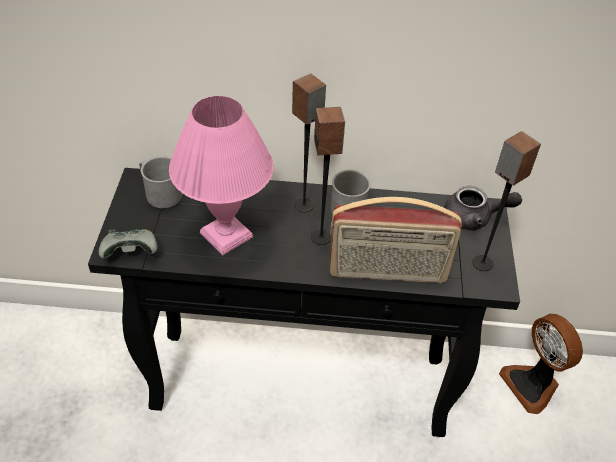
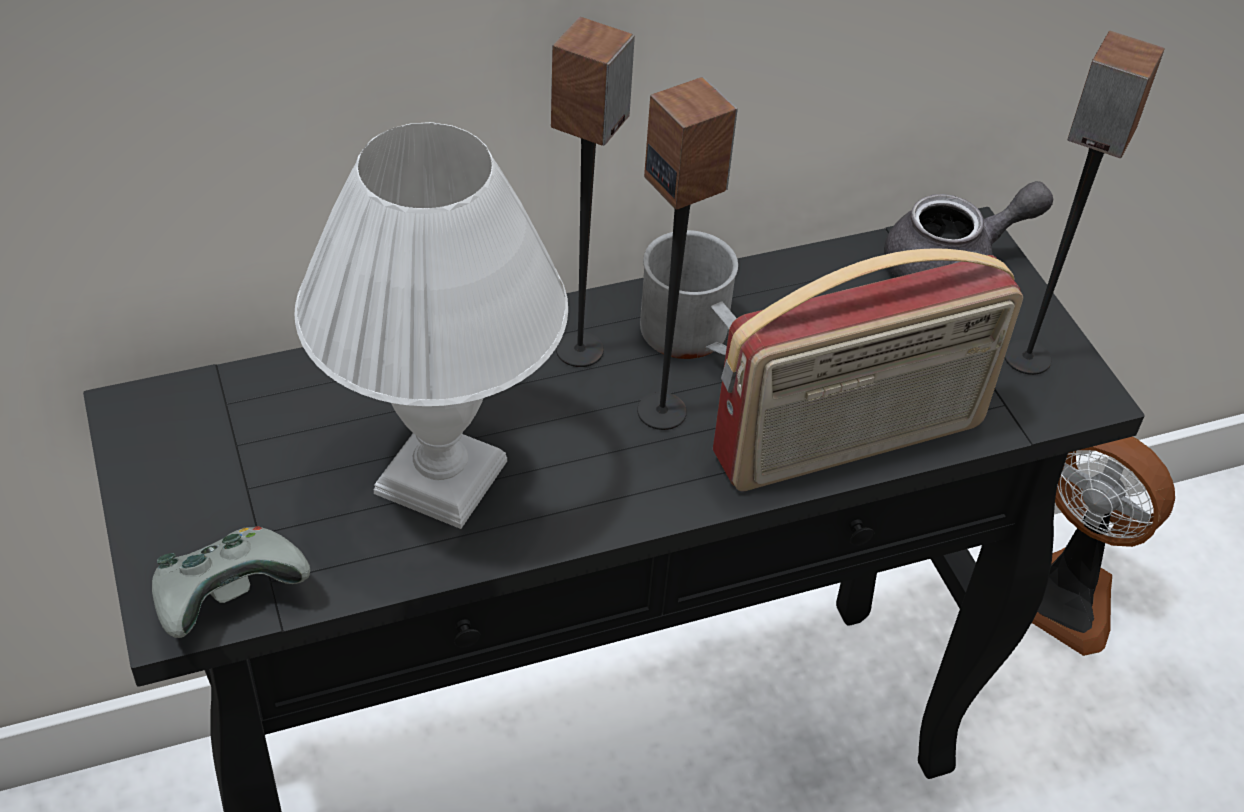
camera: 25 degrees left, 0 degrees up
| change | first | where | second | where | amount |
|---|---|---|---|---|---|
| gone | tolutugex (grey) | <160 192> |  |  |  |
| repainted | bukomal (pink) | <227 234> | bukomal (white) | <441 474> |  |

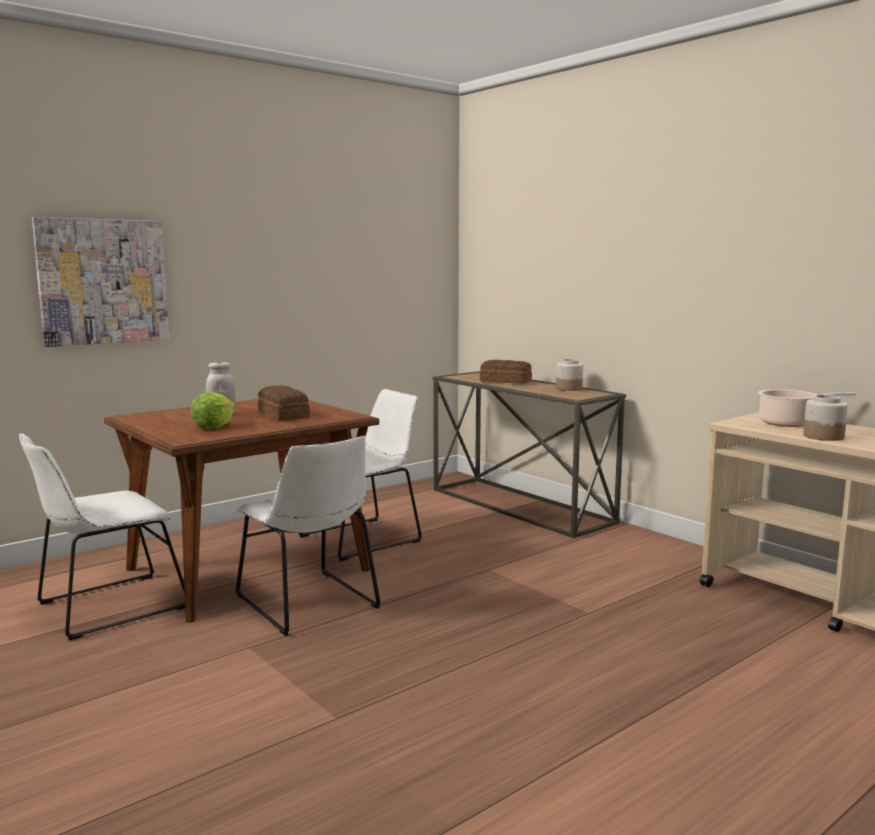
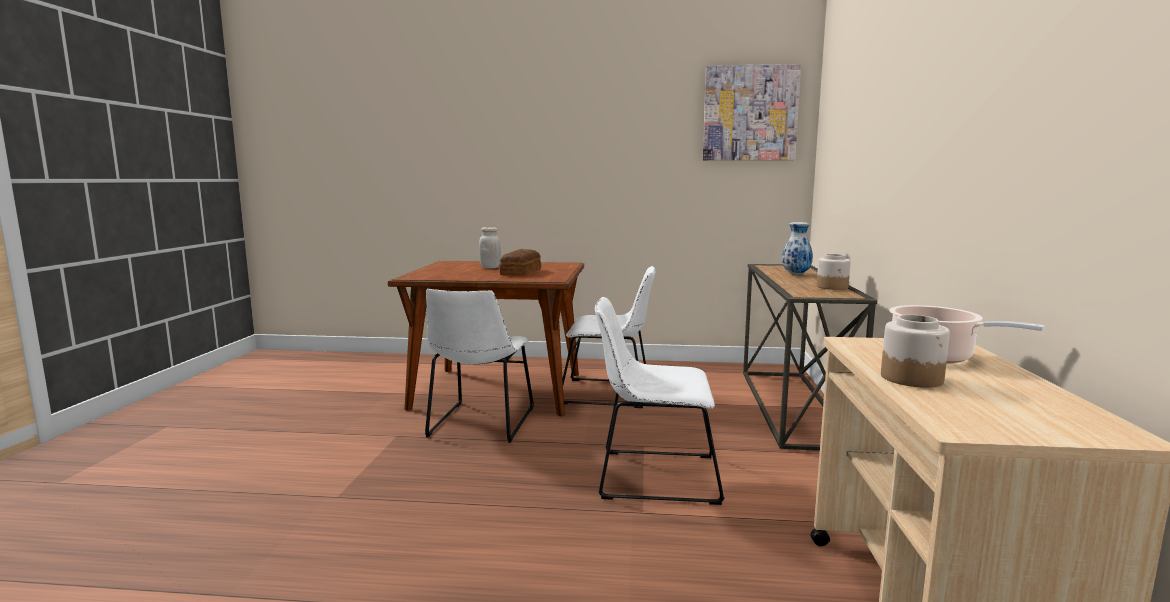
camera: 45 degrees right, 0 degrees up
| change | first | where | second | where | amount |
|---|---|---|---|---|---|
| shifted | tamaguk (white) | <106 607> |  | <652 476> |  |
| shifted | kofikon | <103 281> |  | <750 113> |  |
| gone | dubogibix | <214 427> |  |  |  |
| swapped | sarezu | <506 381> | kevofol | <796 274> |  |

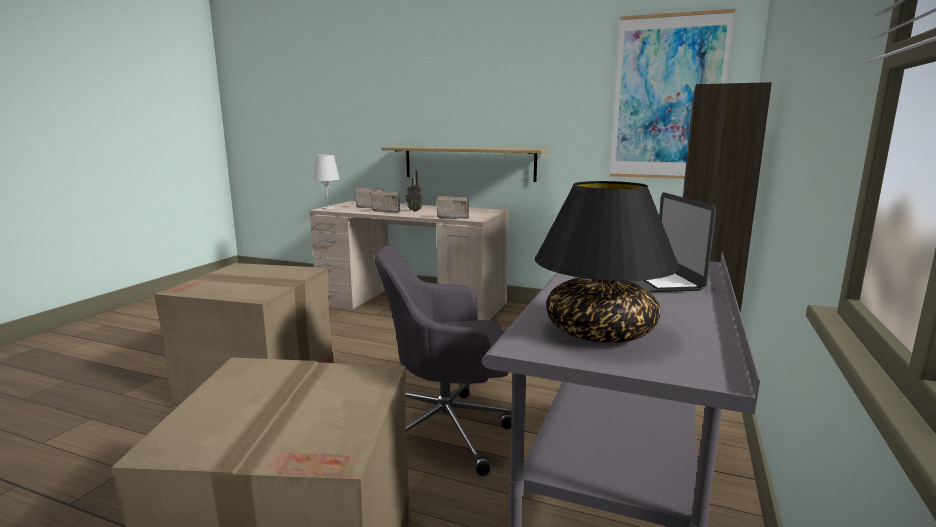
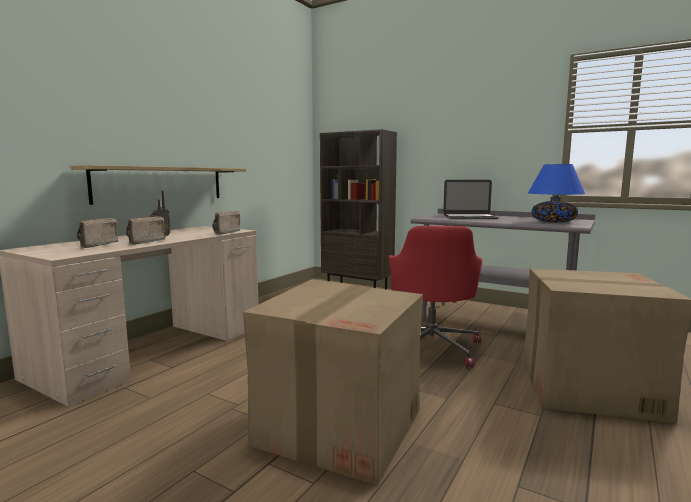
camera: 80 degrees left, 5 degrees down
| change | first | where | second | where | amount |
|---|---|---|---|---|---|
| gone | bukomal (white) | <328 208> |  |  |  |
| repainted | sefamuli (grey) | <447 430> | sefamuli (red) | <431 347> |  |
| repainted | bukomal (black) | <599 332> | bukomal (blue) | <553 222> |  |
| gone | kofikon | <668 98> |  |  |  |

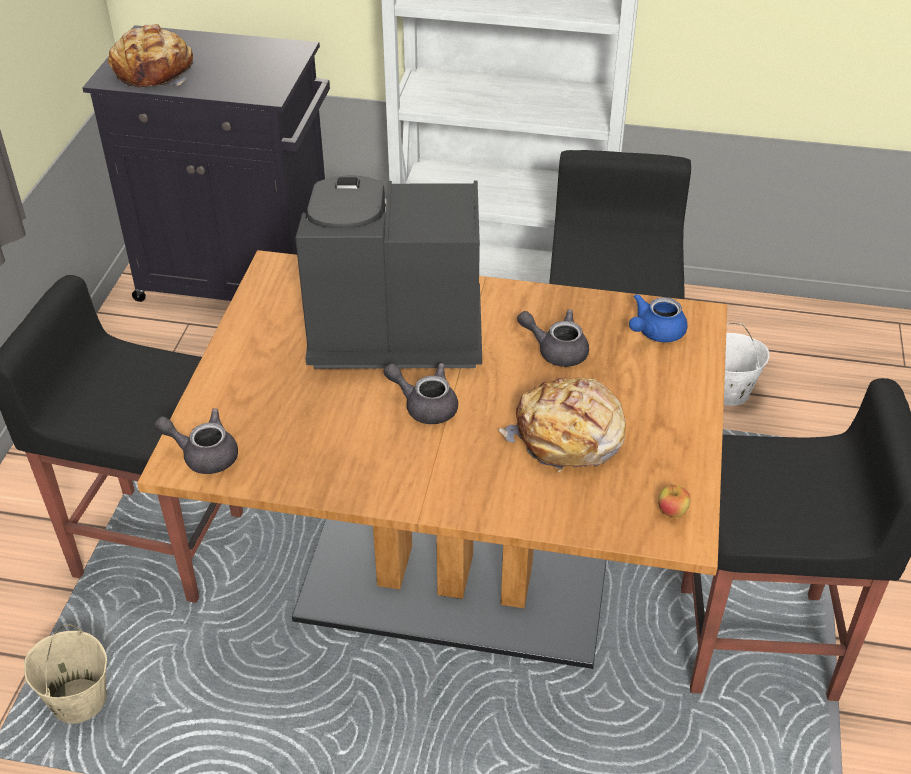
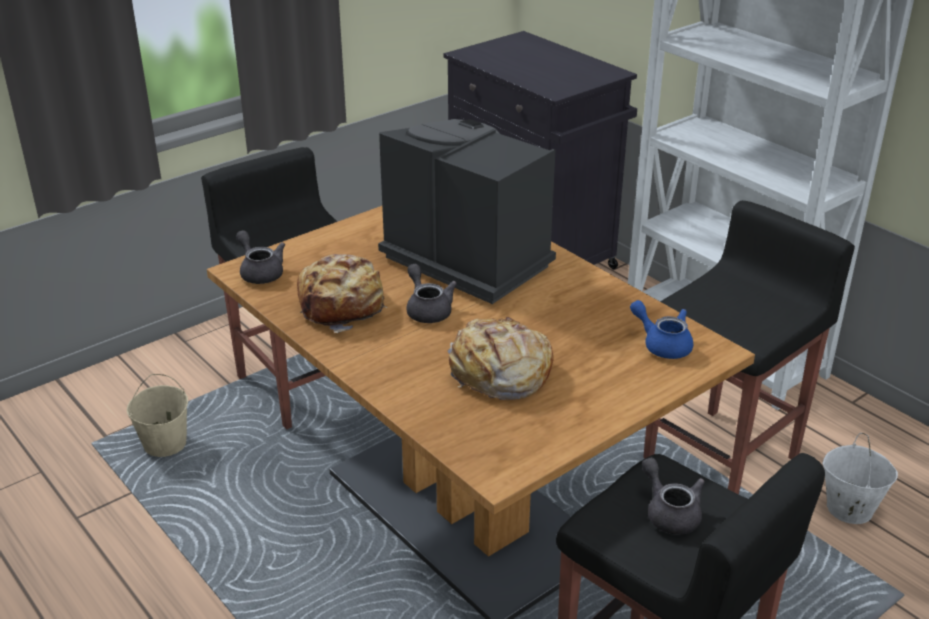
camera: 40 degrees right, 10 degrees down
| change | first | where | second | where | amount |
|---|---|---|---|---|---|
| shifted | sarezu | <154 71> |  | <343 306> |  |
| shifted | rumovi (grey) | <556 350> |  | <670 512> |  |
| rotated | rumovi (blue) | <655 332> |  | <662 344> | 45 degrees clockwise |
| gone | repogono | <672 511> |  |  |  |

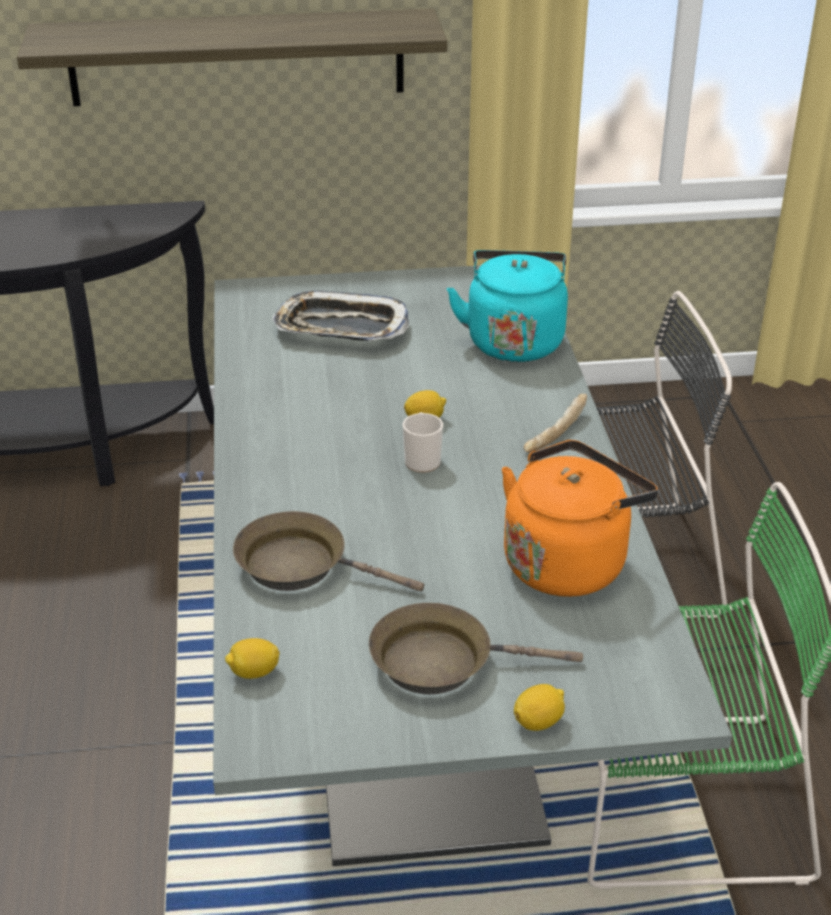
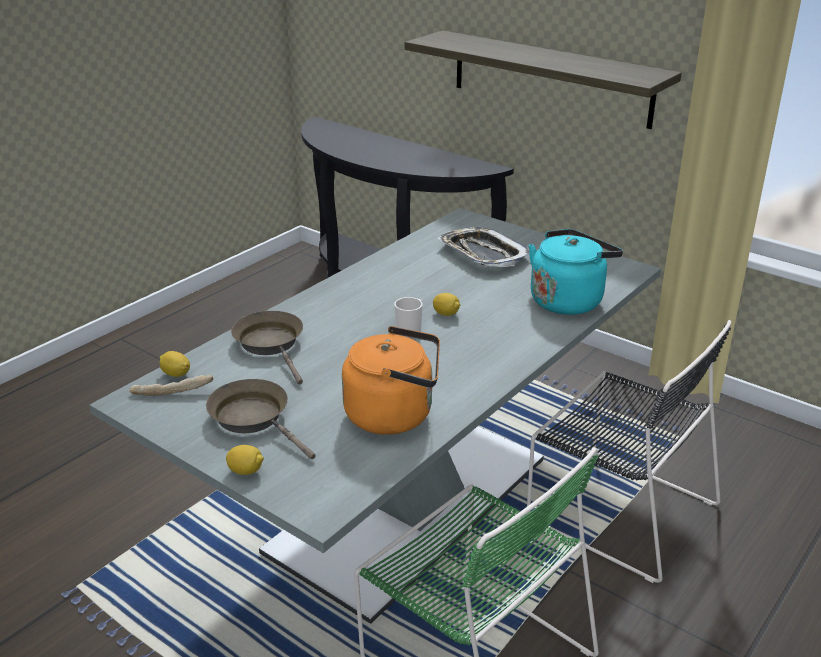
camera: 45 degrees right, 5 degrees down
| change | first | where | second | where | amount |
|---|---|---|---|---|---|
| shifted | sarezu | <554 432> |  | <172 391> |  |

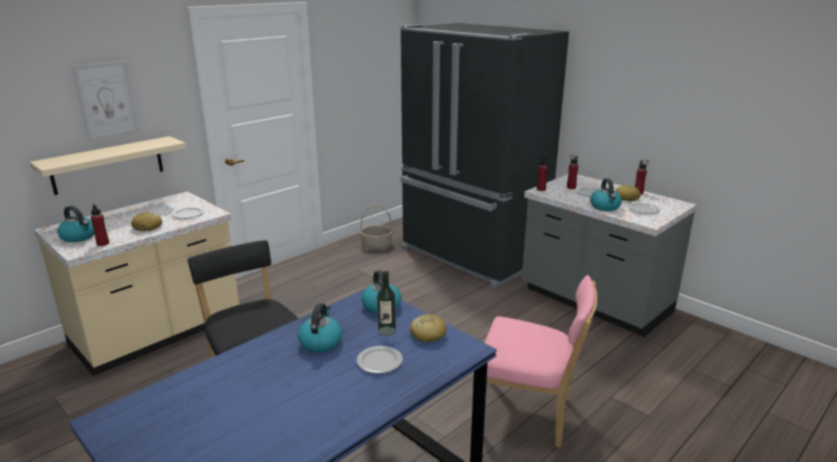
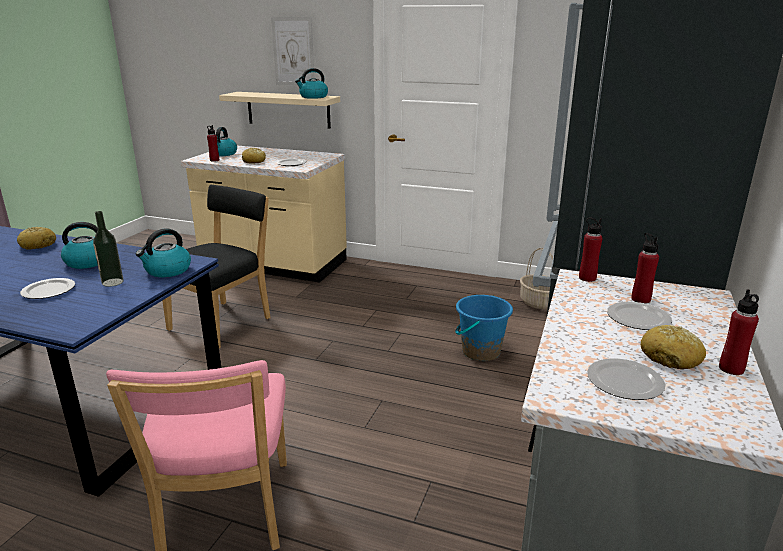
camera: 65 degrees right, 0 degrees up
| change | first | where | second | where | amount |
|---|---|---|---|---|---|
| shifted | sarezu | <427 334> |  | <38 245> |  |
| shifted | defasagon | <605 207> |  | <313 97> |  |
| new |  |  | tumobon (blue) | <480 351> |  |

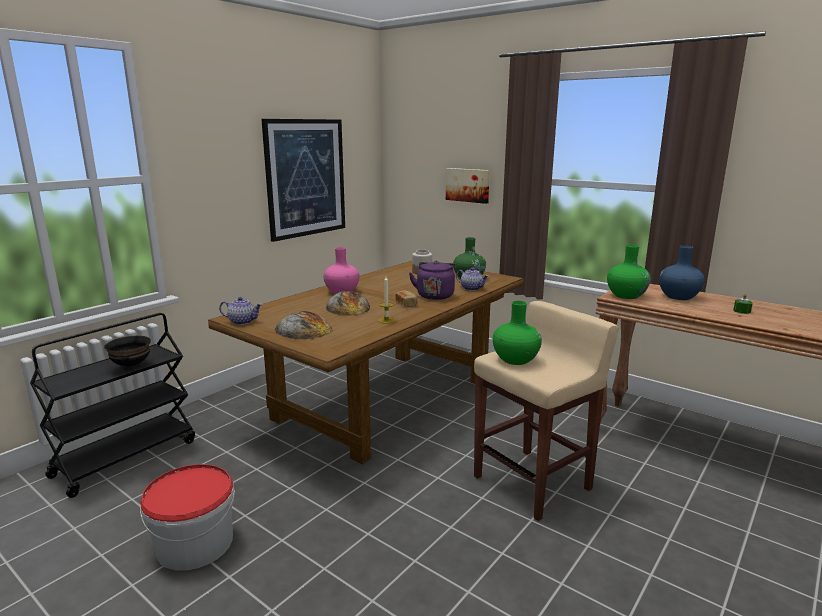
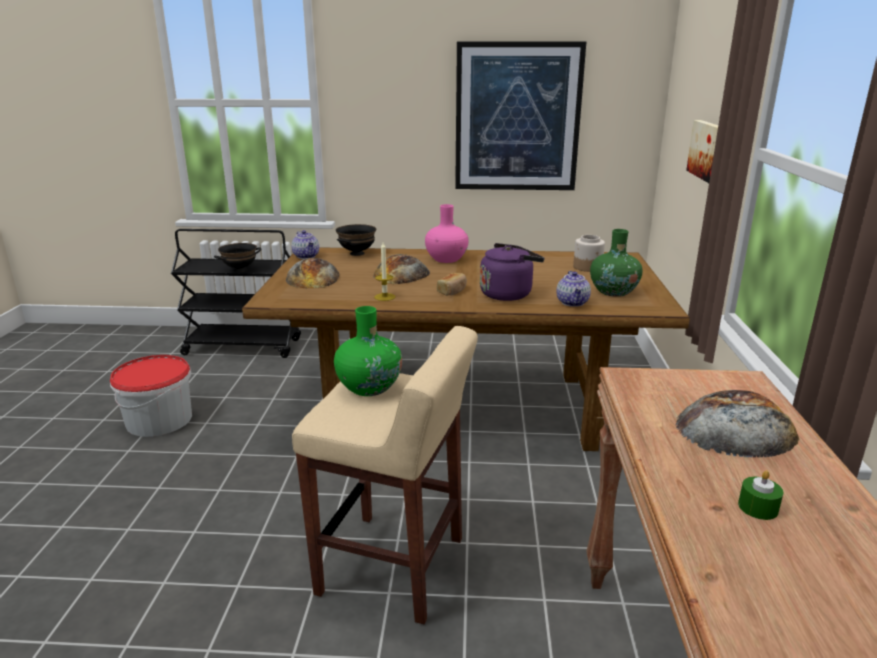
camera: 55 degrees right, 5 degrees up
| change | first | where | second | where | amount |
|---|---|---|---|---|---|
| gone | kevofol (green) | <626 295> |  |  |  |
| swapped | kevofol (blue) | <678 297> | sarezu | <735 428> |  |
| new |  |  | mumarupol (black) | <357 253> |  |

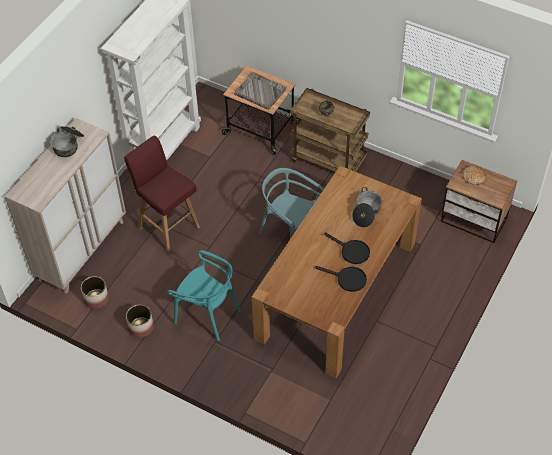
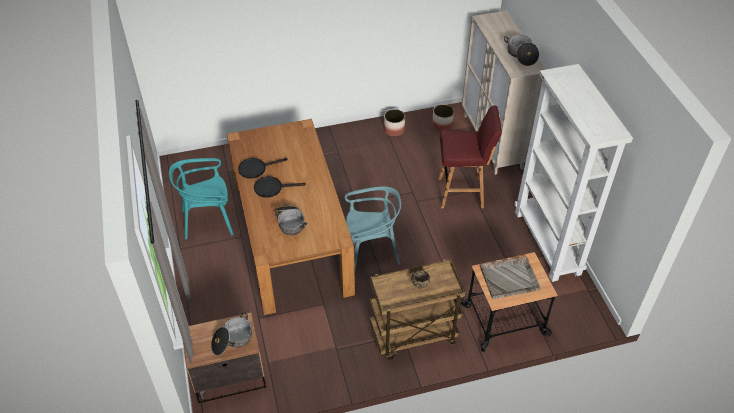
camera: 135 degrees right, 5 degrees down
| change | first | where | second | where | amount |
|---|---|---|---|---|---|
| shifted | tamaguk (turquoise) | <207 314> |  | <208 221> |  |
| swapped | sarezu | <474 177> | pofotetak | <232 340> |  |

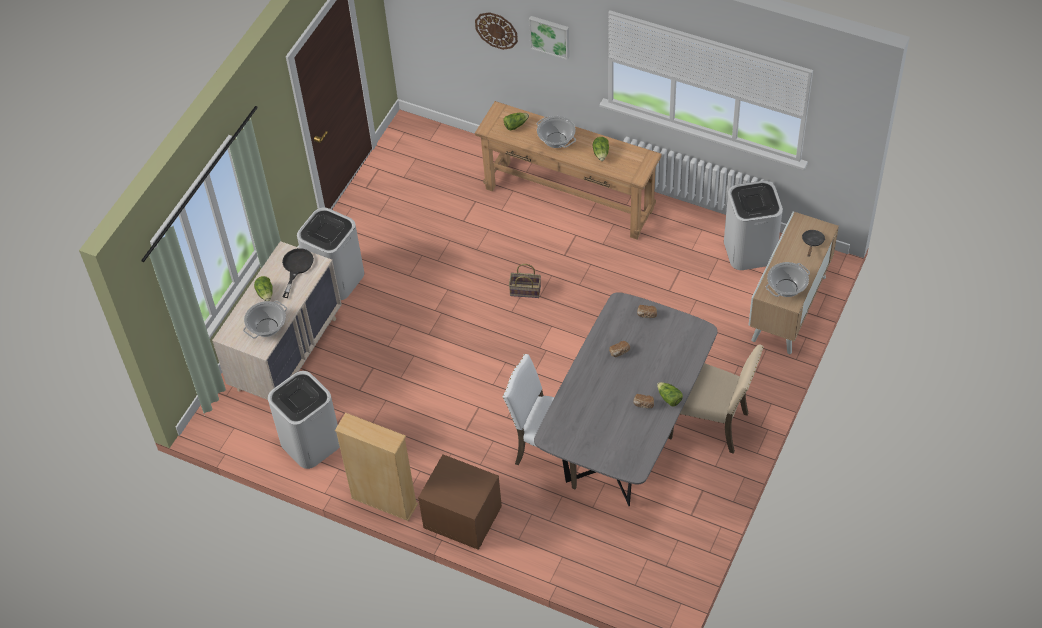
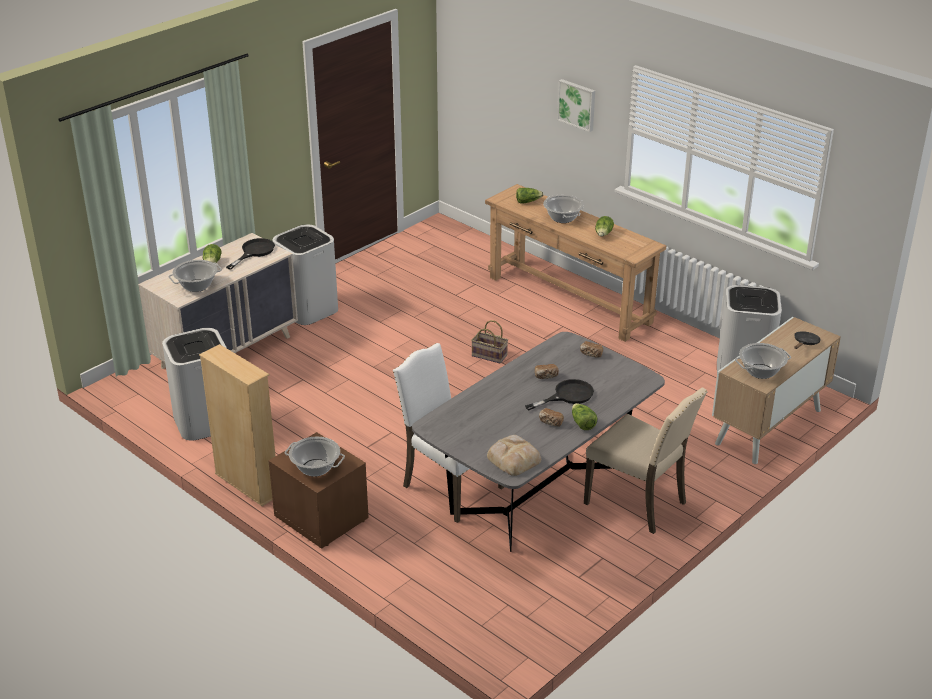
camera: 15 degrees right, 20 degrees down
| change | first | where | second | where | amount |
|---|---|---|---|---|---|
| gone | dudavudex | <496 30> |  |  |  |
| new |  |  | pofotetak | <315 468> |  |
| new |  |  | sarezu | <513 458> |  |
| new |  |  | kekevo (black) | <567 395> |  |

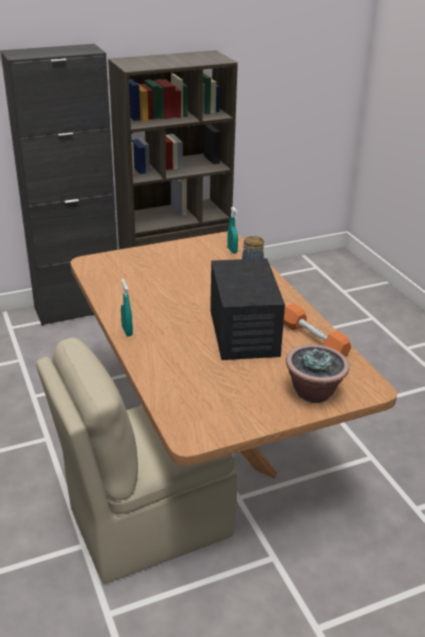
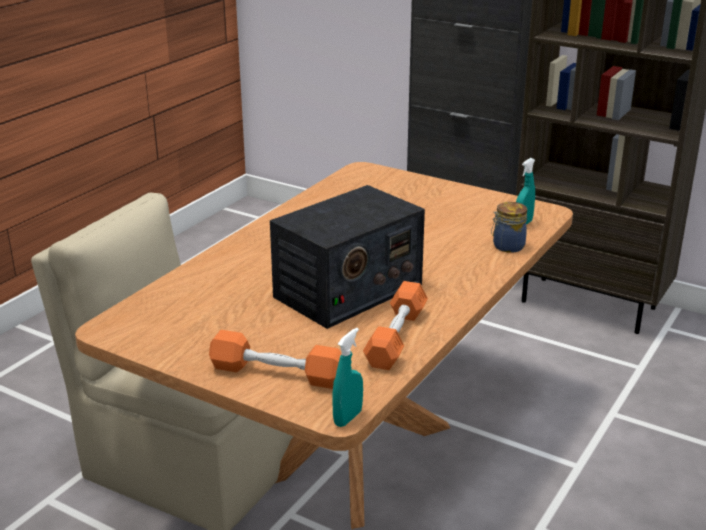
camera: 55 degrees right, 5 degrees down
| change | first | where | second | where | amount |
|---|---|---|---|---|---|
| shifted | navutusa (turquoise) | <127 331> |  | <348 418> |  |
| swapped | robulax | <313 392> | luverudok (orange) | <277 373> |  |

